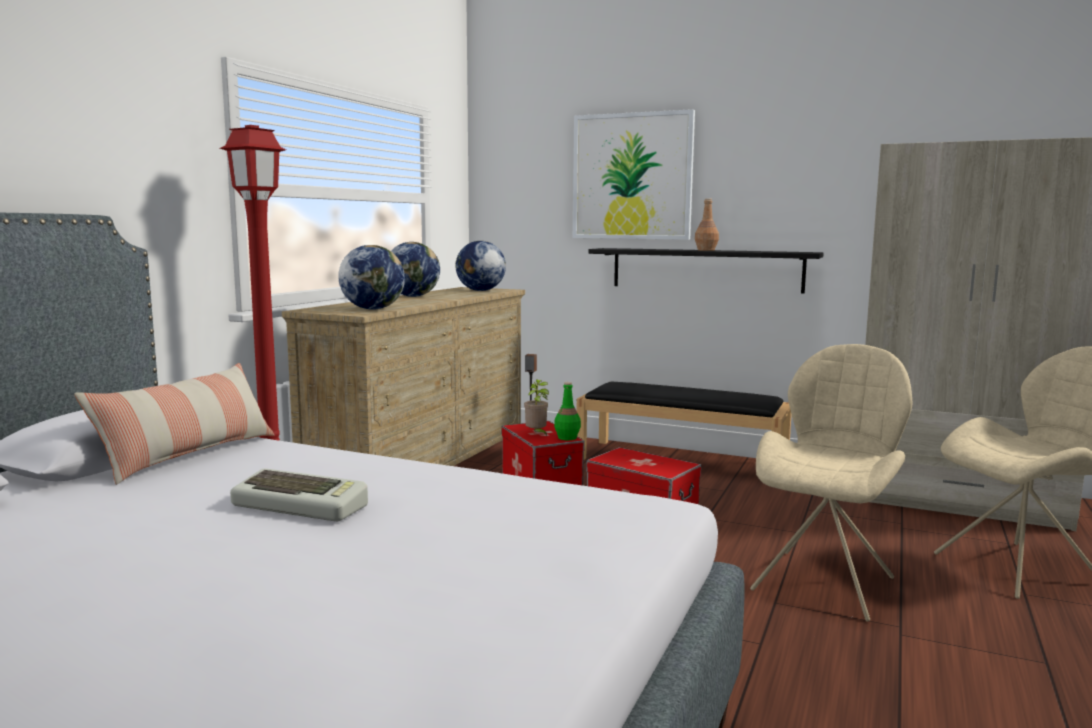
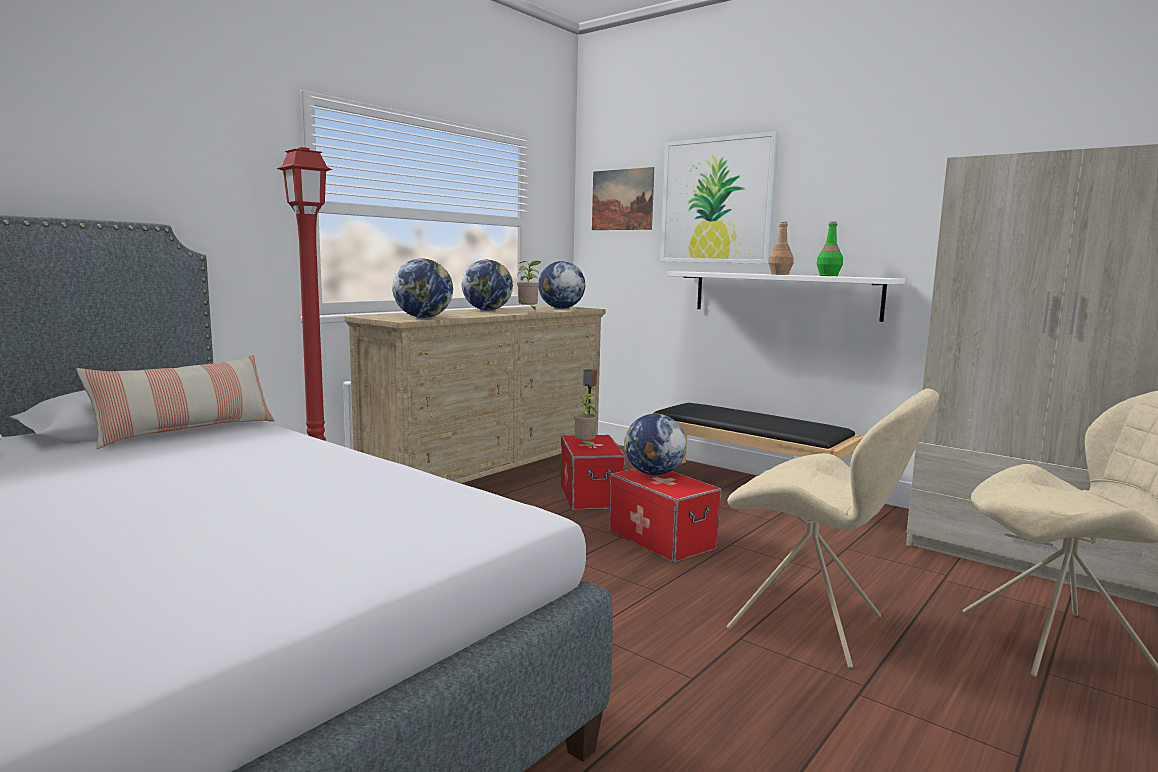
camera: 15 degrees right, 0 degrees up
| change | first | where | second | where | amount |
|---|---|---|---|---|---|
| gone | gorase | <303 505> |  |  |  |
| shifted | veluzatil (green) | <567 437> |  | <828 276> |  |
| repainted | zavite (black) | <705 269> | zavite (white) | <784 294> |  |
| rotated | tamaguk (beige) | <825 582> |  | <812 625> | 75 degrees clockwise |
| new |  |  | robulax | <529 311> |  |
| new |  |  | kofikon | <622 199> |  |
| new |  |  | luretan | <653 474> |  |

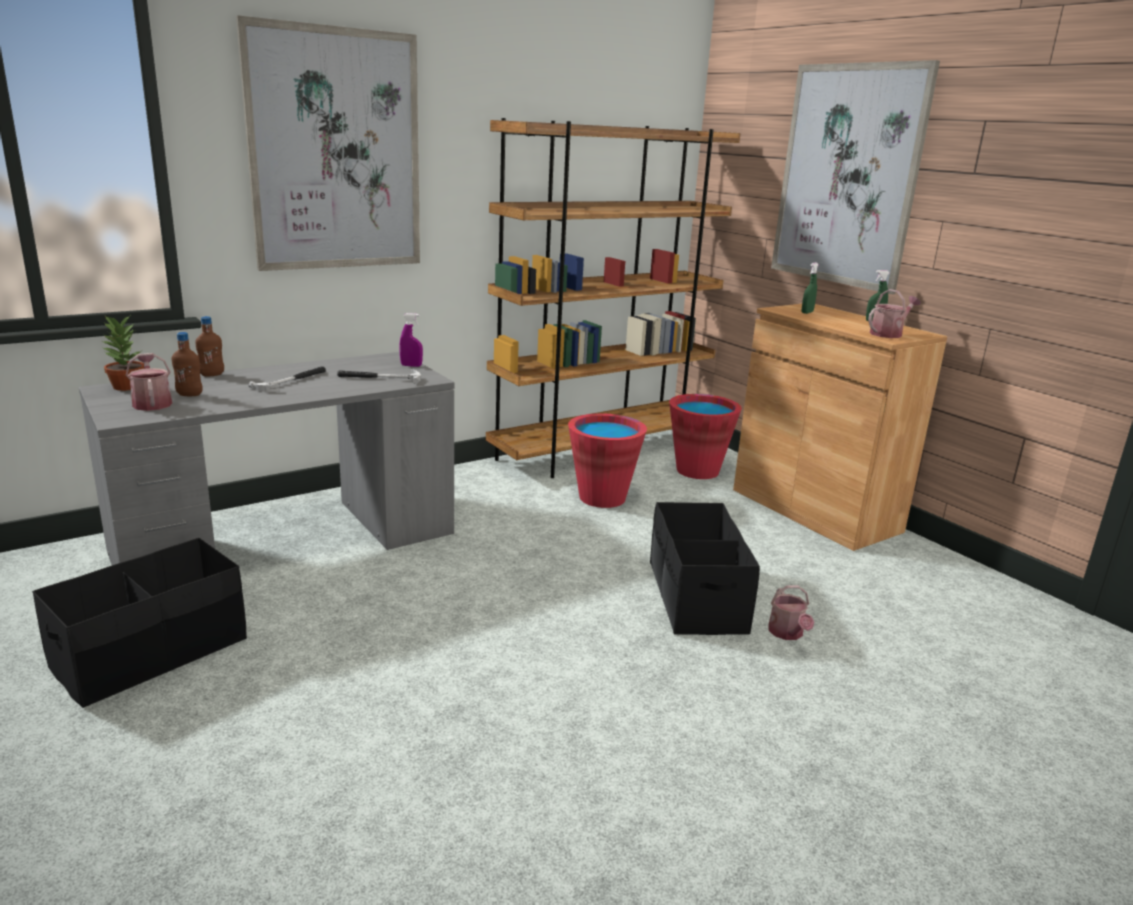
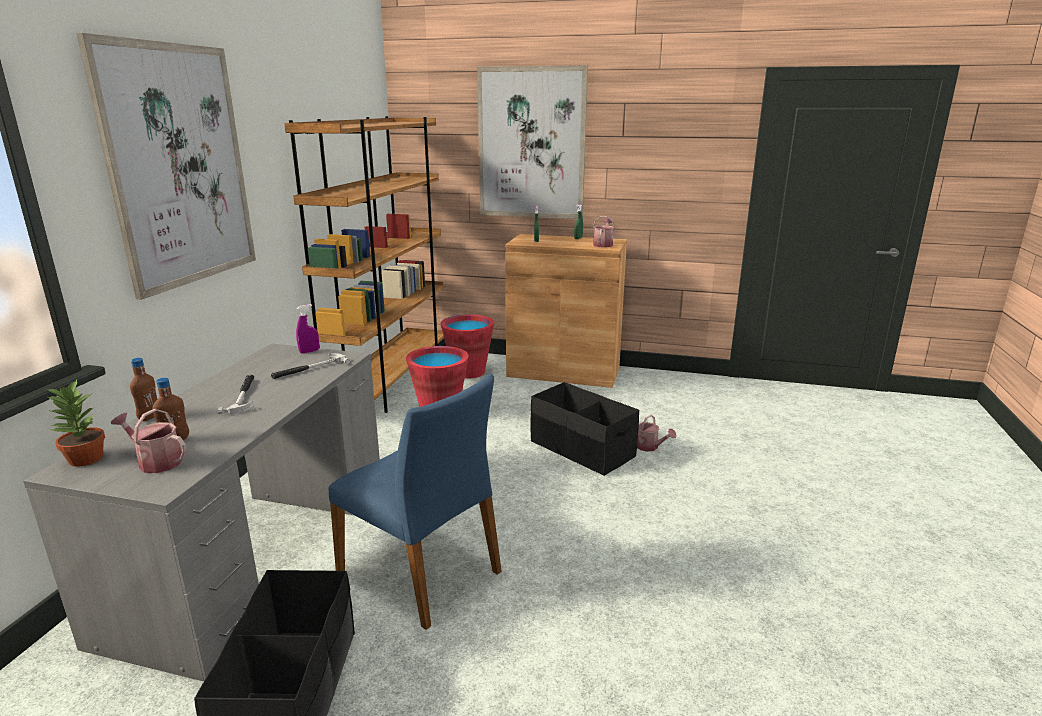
camera: 40 degrees left, 0 degrees up
| change | first | where | second | where | amount |
|---|---|---|---|---|---|
| new |  |  | tamaguk (blue) | <422 571> |  |

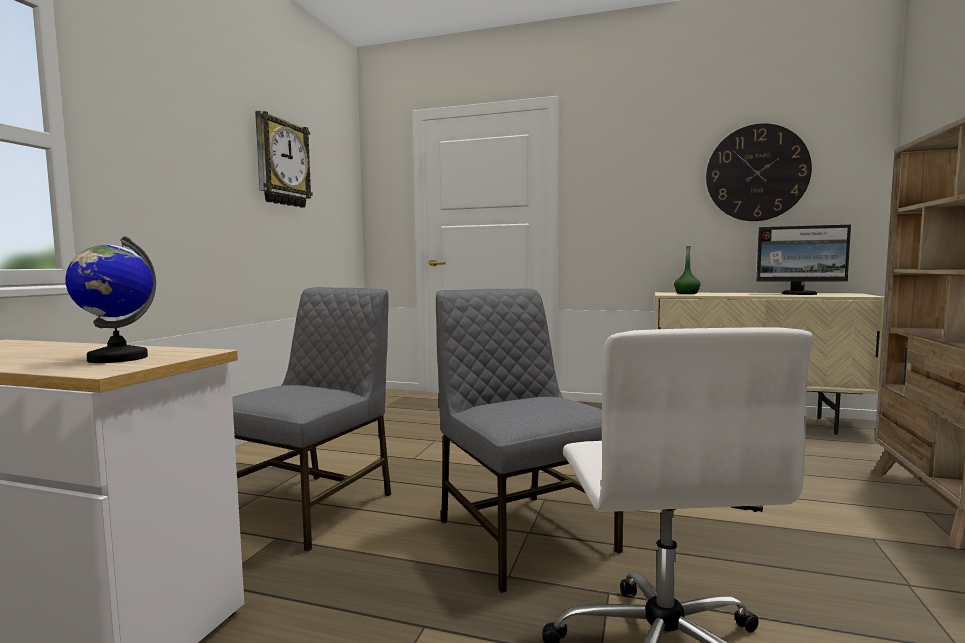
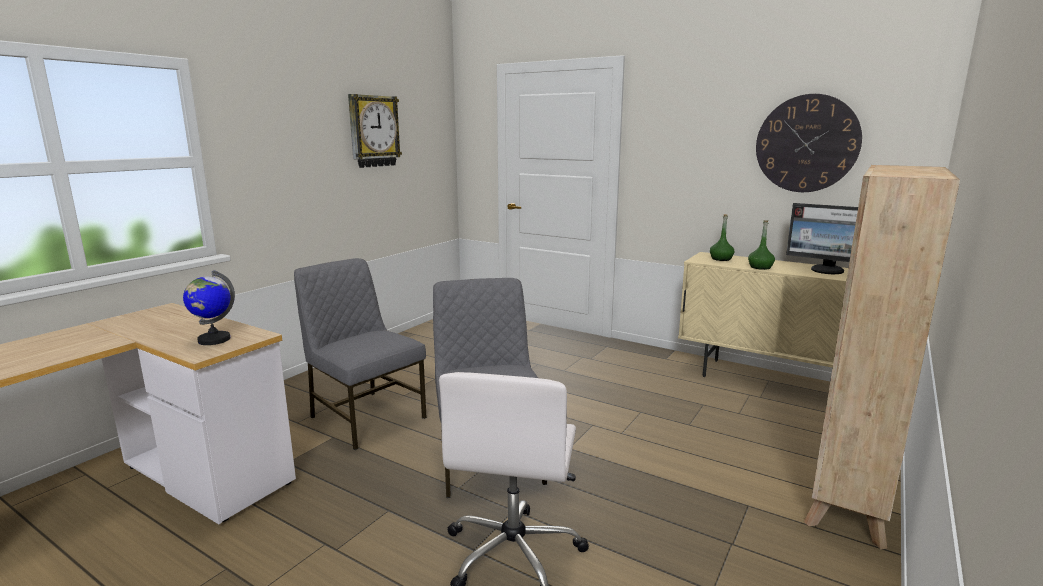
camera: 15 degrees right, 10 degrees up
| change | first | where | second | where | amount |
|---|---|---|---|---|---|
| rotated | tamaguk (grey) | <313 507> |  | <365 417> | 90 degrees counterclockwise |
| new |  |  | veluzatil (green) | <760 267> |  |

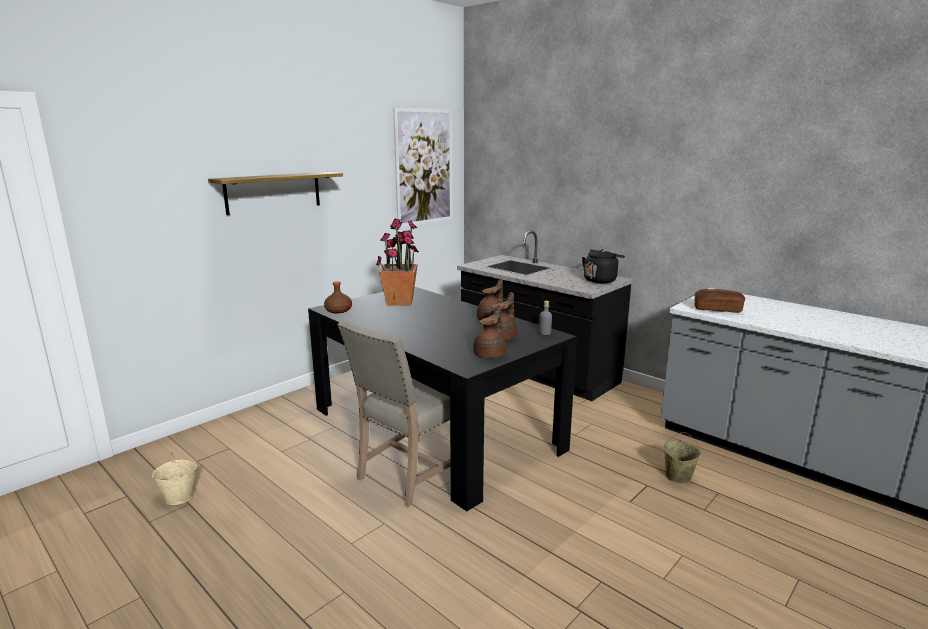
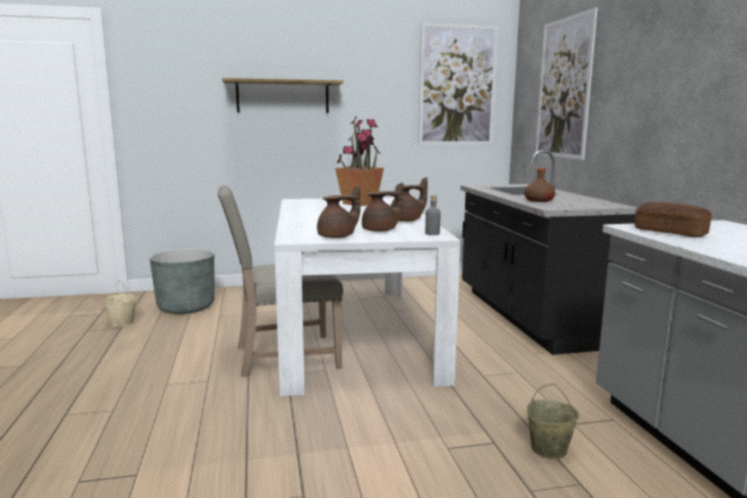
camera: 35 degrees right, 5 degrees down
| change | first | where | second | where | amount |
|---|---|---|---|---|---|
| repainted | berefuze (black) | <435 428> | berefuze (white) | <353 333> |  |
| shifted | veluzatil (brown) | <338 310> |  | <538 200> |  |
| gone | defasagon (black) | <601 280> |  |  |  |
| new |  |  | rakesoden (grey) | <186 307> |  |
| new |  |  | kofikon | <564 88> |  |

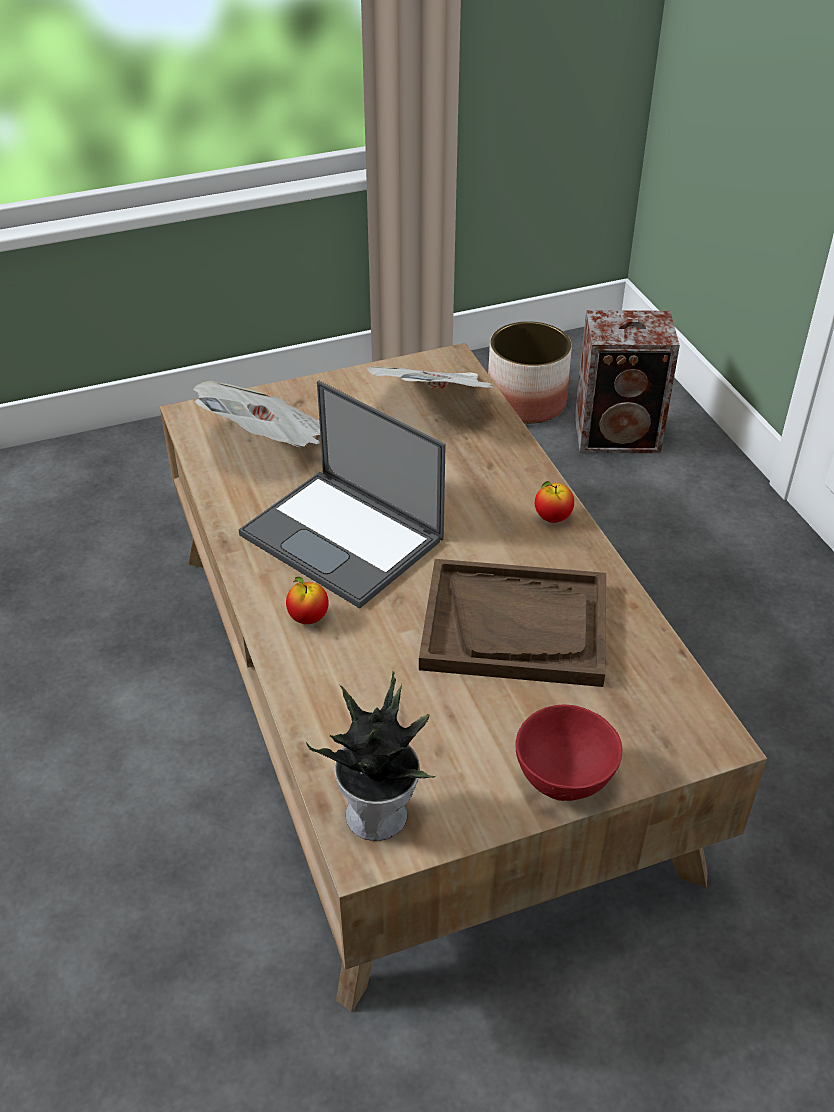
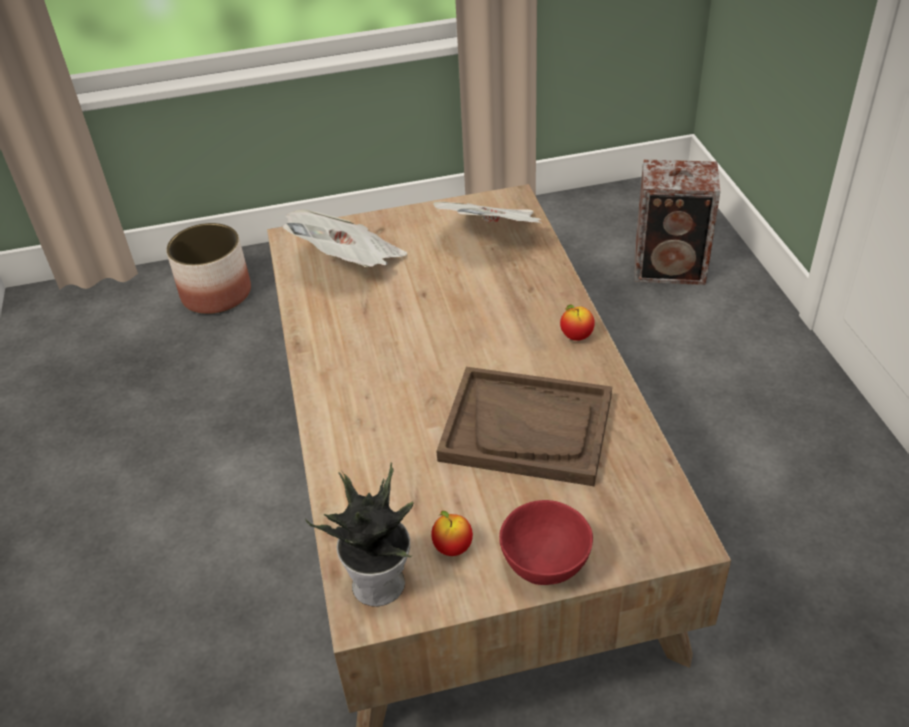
camera: 10 degrees right, 0 degrees up
| change | first | where | second | where | amount |
|---|---|---|---|---|---|
| gone | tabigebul | <344 537> |  |  |  |
| shifted | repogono | <308 618> |  | <452 547> |  |
| shifted | rakesoden | <526 402> |  | <217 293> |  |

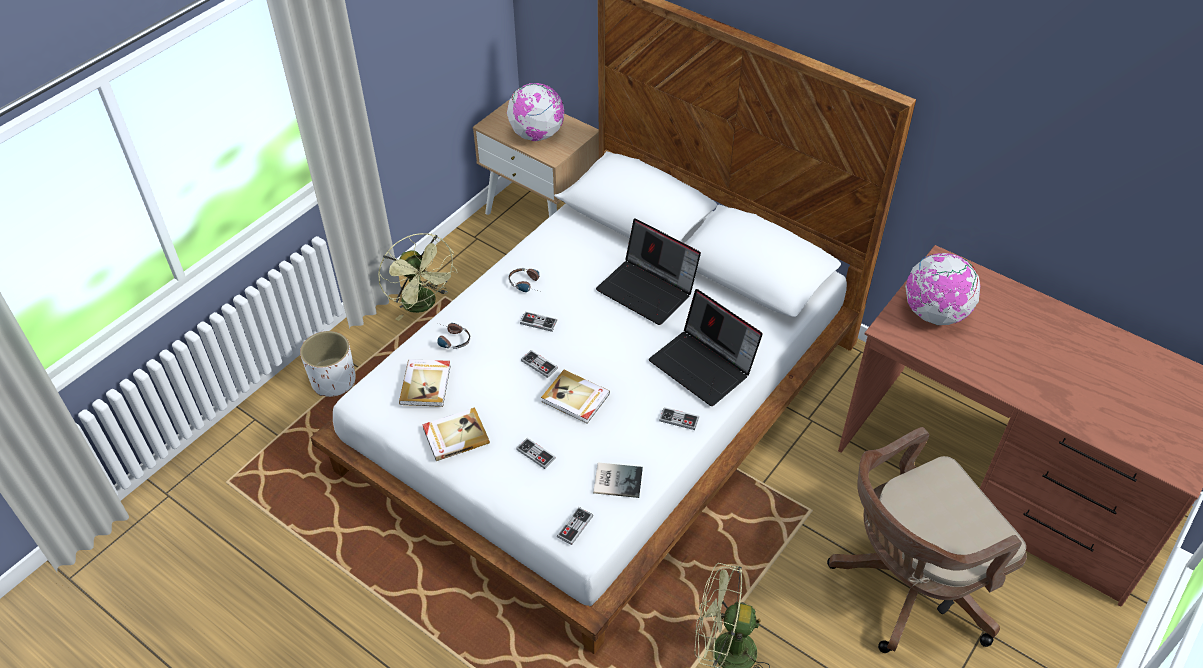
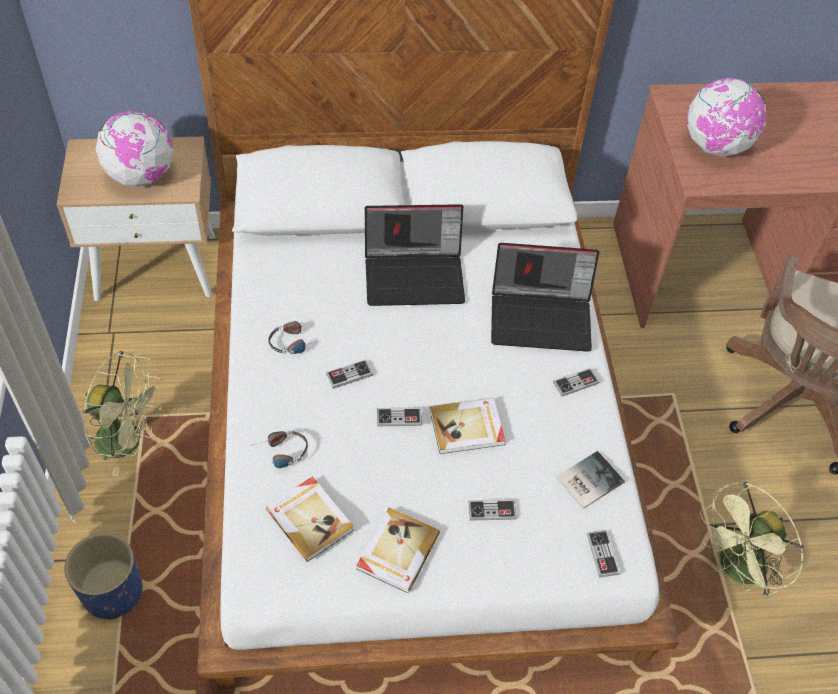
camera: 45 degrees left, 5 degrees up
| change | first | where | second | where | amount |
|---|---|---|---|---|---|
| repainted | rakesoden (white) | <333 381> | rakesoden (blue) | <113 592> |  |

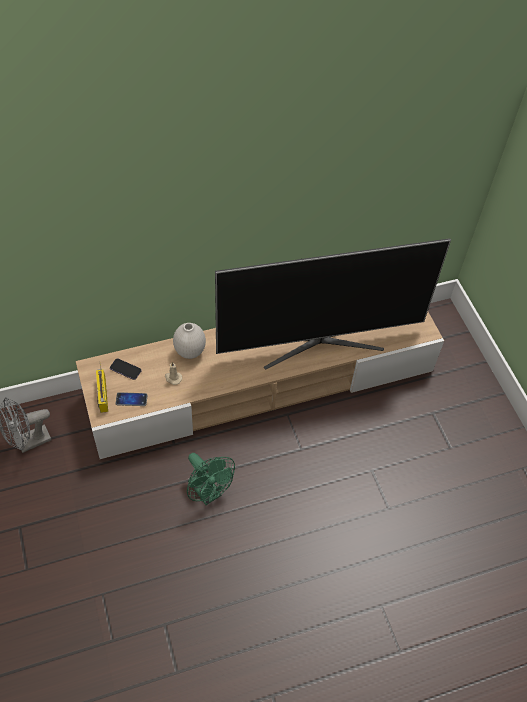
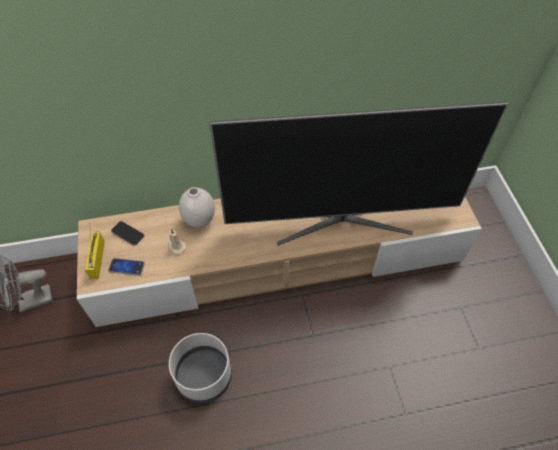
camera: 10 degrees right, 0 degrees up
| change | first | where | second | where | amount |
|---|---|---|---|---|---|
| swapped | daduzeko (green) | <208 493> | rakesoden (grey) | <204 376> |  |

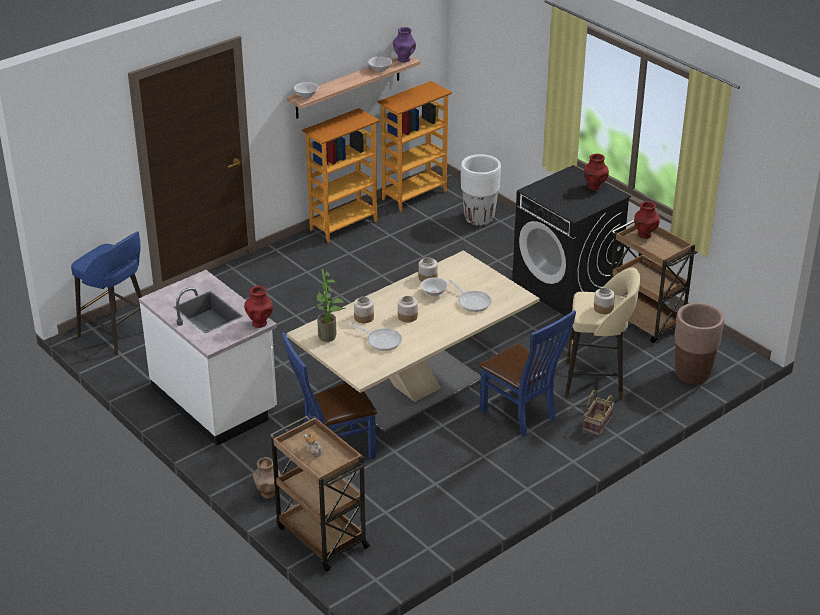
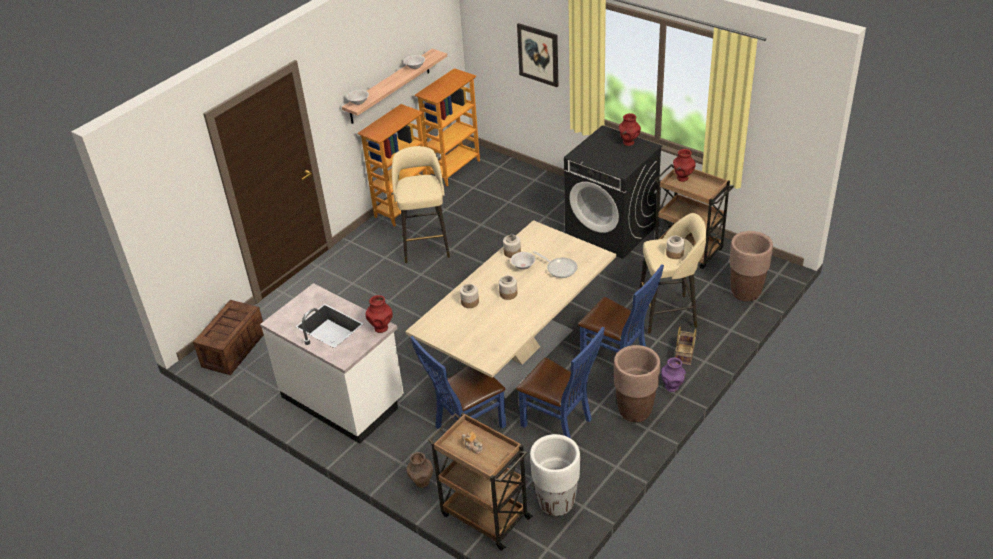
camera: 10 degrees left, 5 degrees up
| change | first | where | second | where | amount |
|---|---|---|---|---|---|
| swapped | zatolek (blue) | <117 334> | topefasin | <233 350> |  |
| gone | robulax | <330 336> |  |  |  |
| gone | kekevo | <381 340> |  |  |  |
| shifted | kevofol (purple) | <404 60> |  | <672 387> |  |
| shifted | rakesoden (white) | <479 218> |  | <556 503> |  |
| new |  |  | zatolek (beige) | <425 245> |  |
| new |  |  | tamaguk (blue) | <560 423> |  |
| new |  |  | kofikon | <538 54> |  |
| new |  |  | rakesoden (brown) | <635 411> |  |

